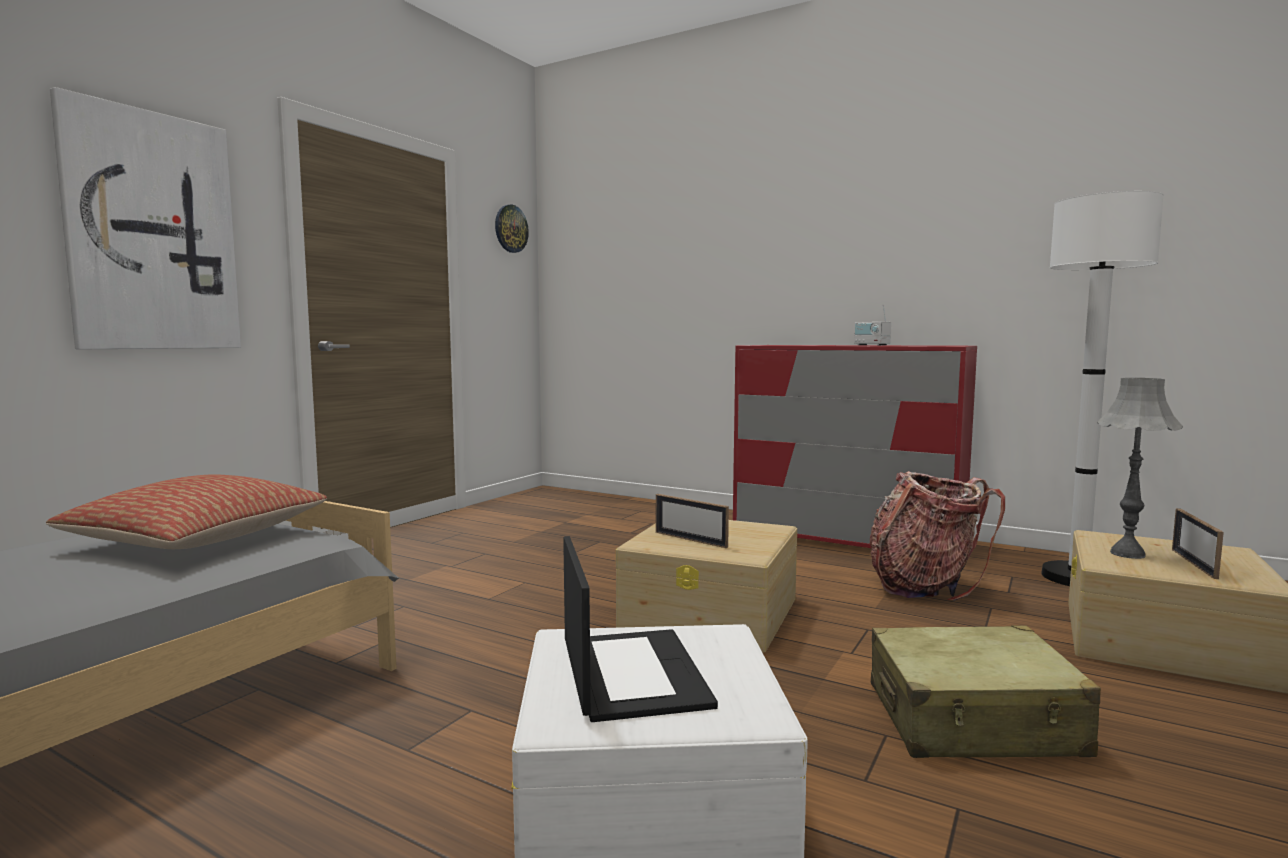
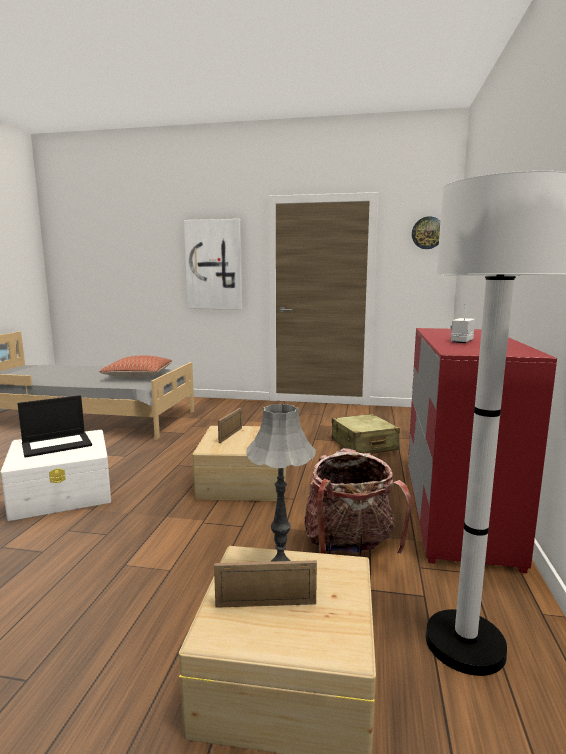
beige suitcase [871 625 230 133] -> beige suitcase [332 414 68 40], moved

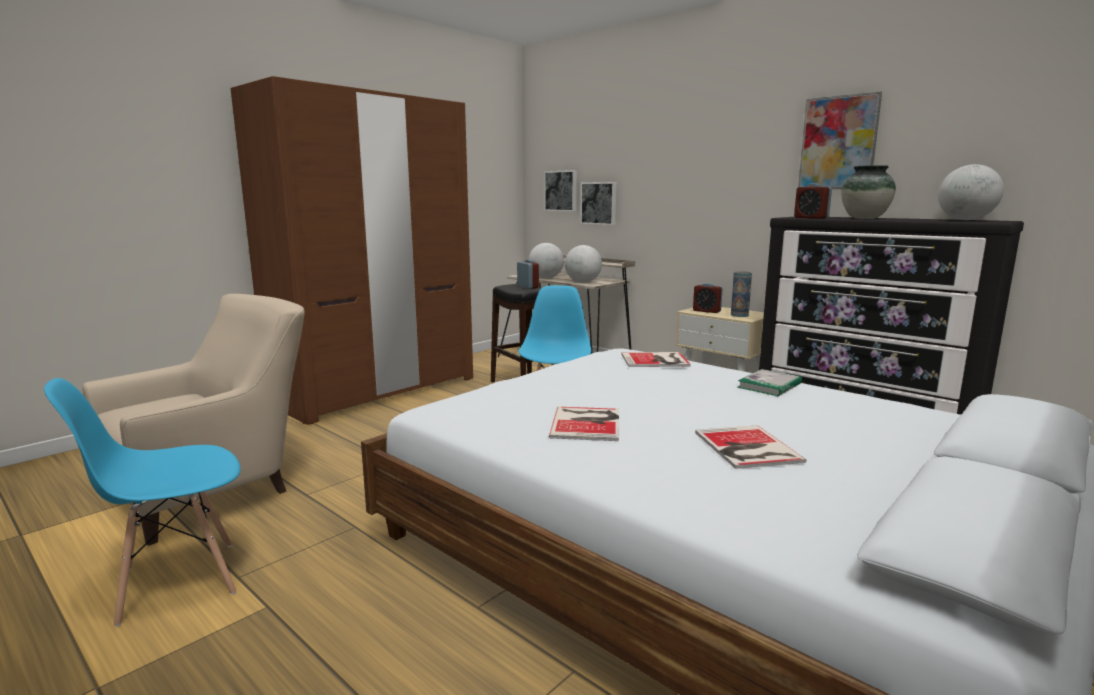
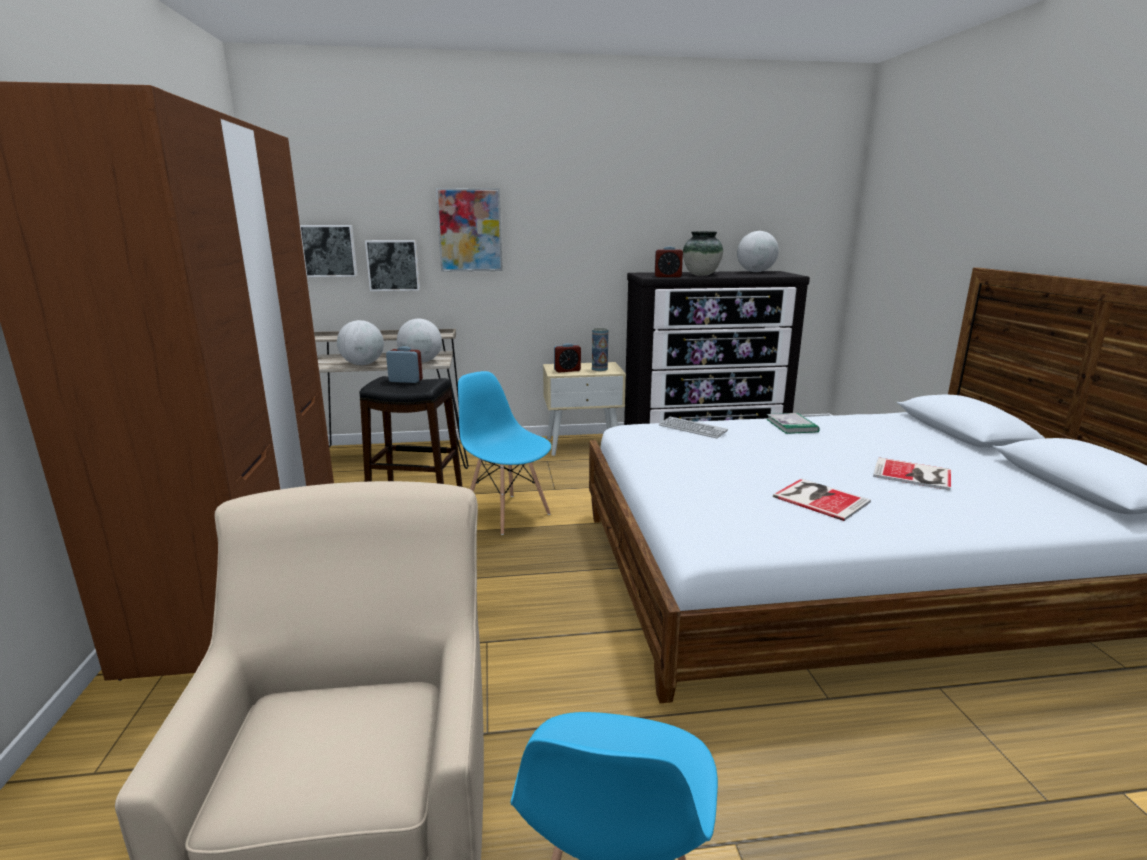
book [621 352 70 15] -> keyboard [659 417 69 21]
picture [798 92 84 97] -> picture [436 188 67 84], moved

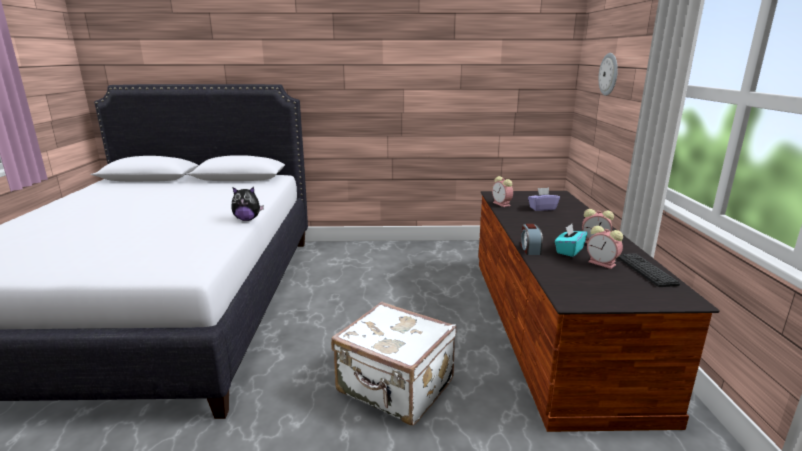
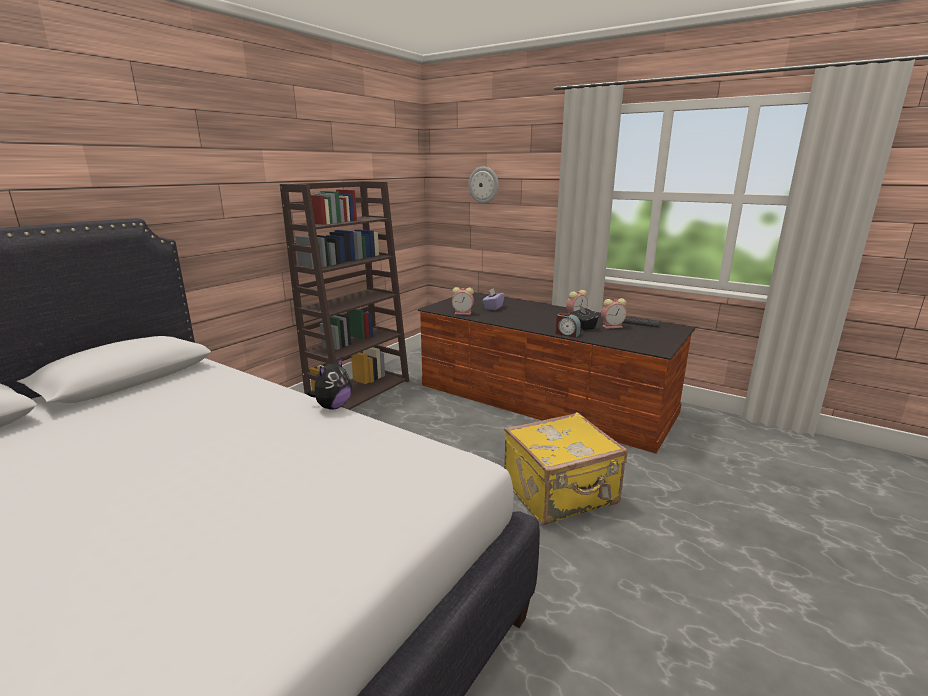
white suitcase [331 302 125 124] -> yellow suitcase [504 412 123 113]
turquoise tissue box [555 224 32 33] -> black tissue box [570 306 28 24]
none -> brown bookcase [280 181 129 229]

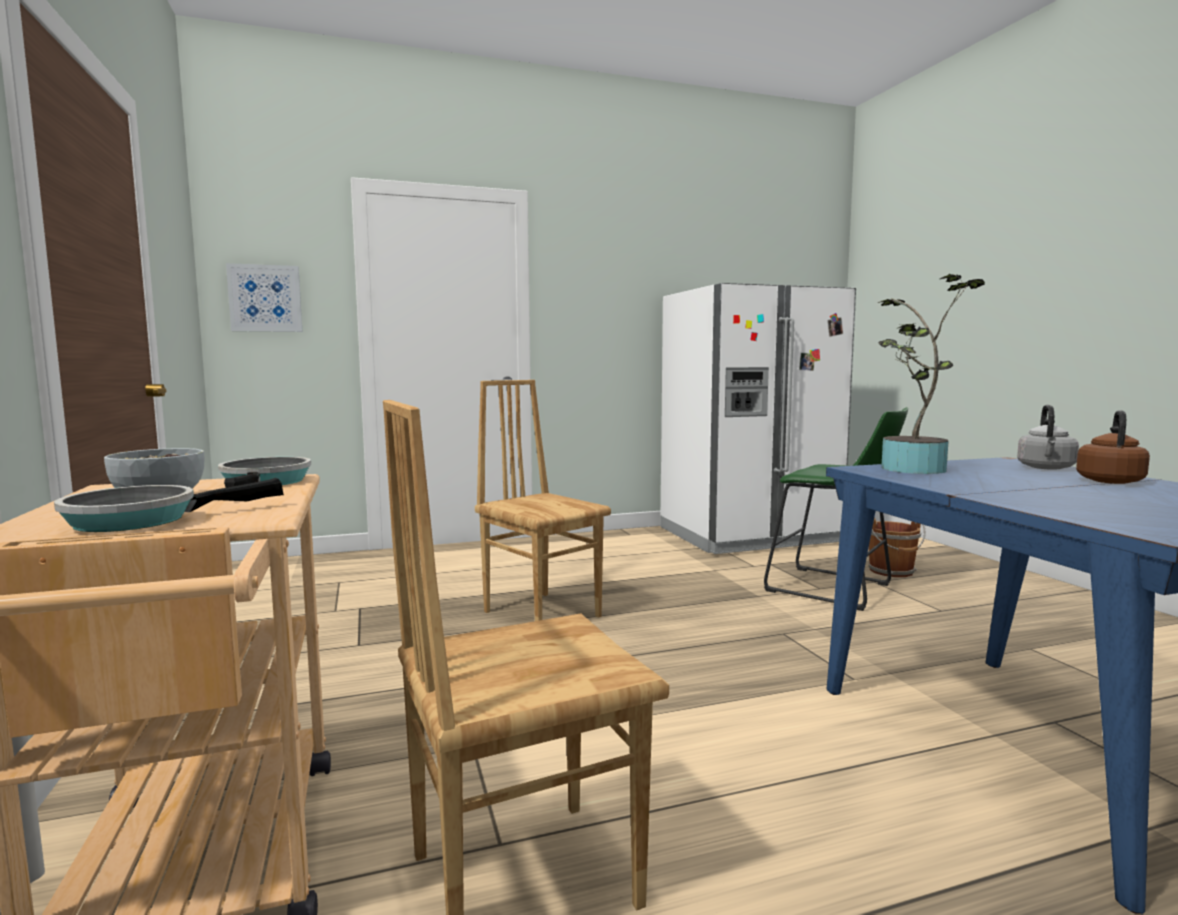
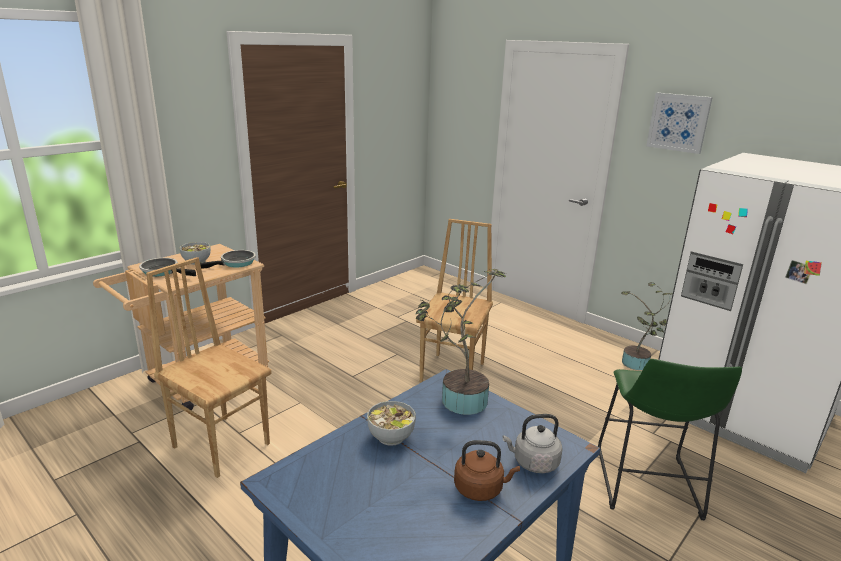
picture [226 263 76 69] -> picture [646 93 67 61], moved
brown bucket [869 518 57 59] -> none
none -> bowl [367 401 49 45]
none -> potted plant [621 282 52 88]

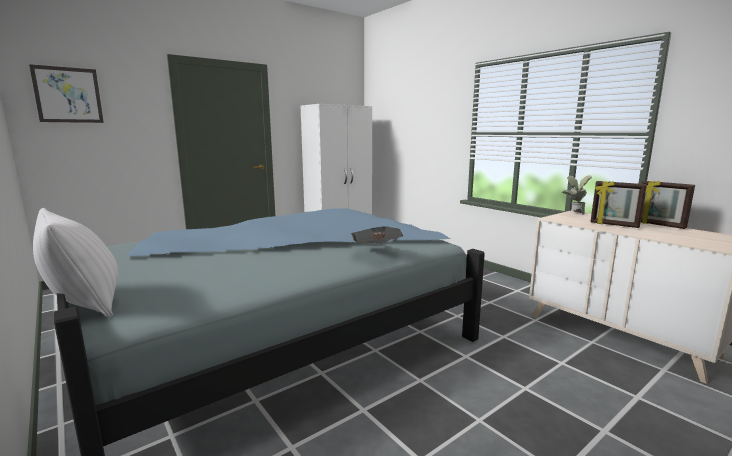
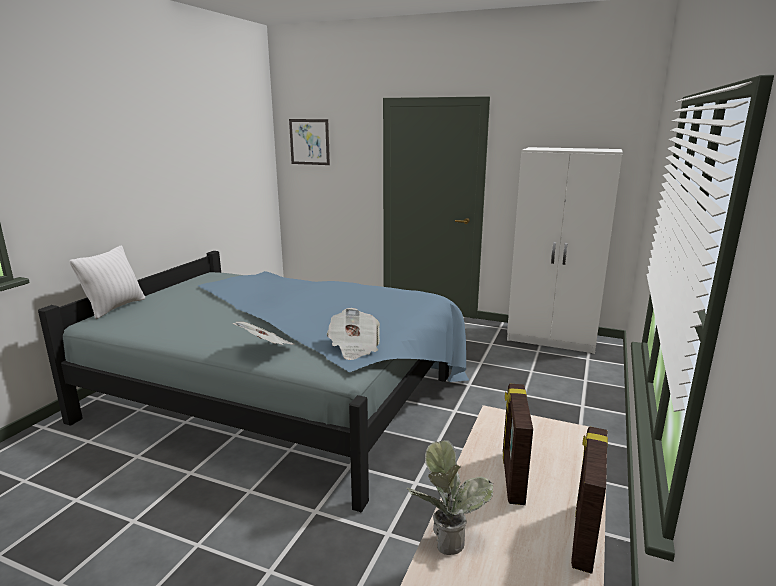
potted plant [562 175 30 40] -> potted plant [407 440 86 115], moved
none -> newspaper [327 308 53 52]

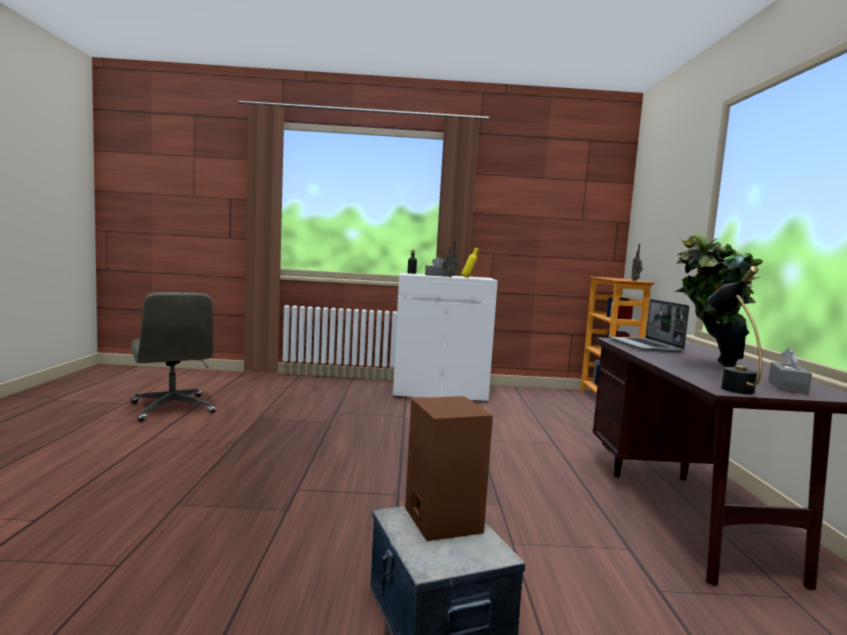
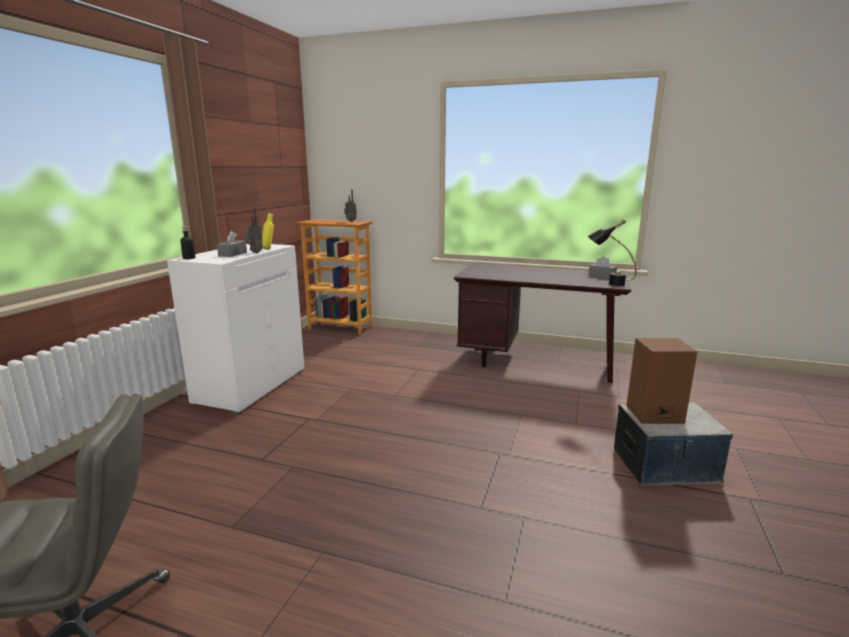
laptop [609 299 80 53] -> none
potted plant [675 234 88 133] -> none

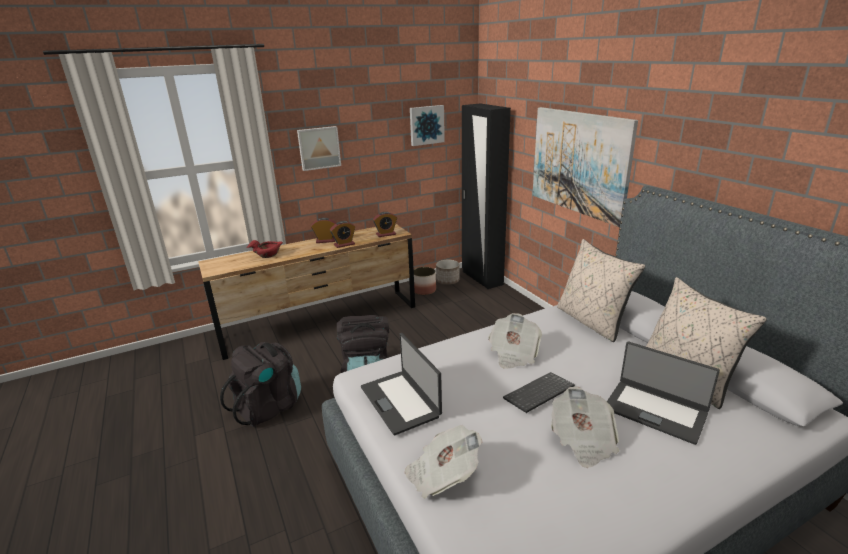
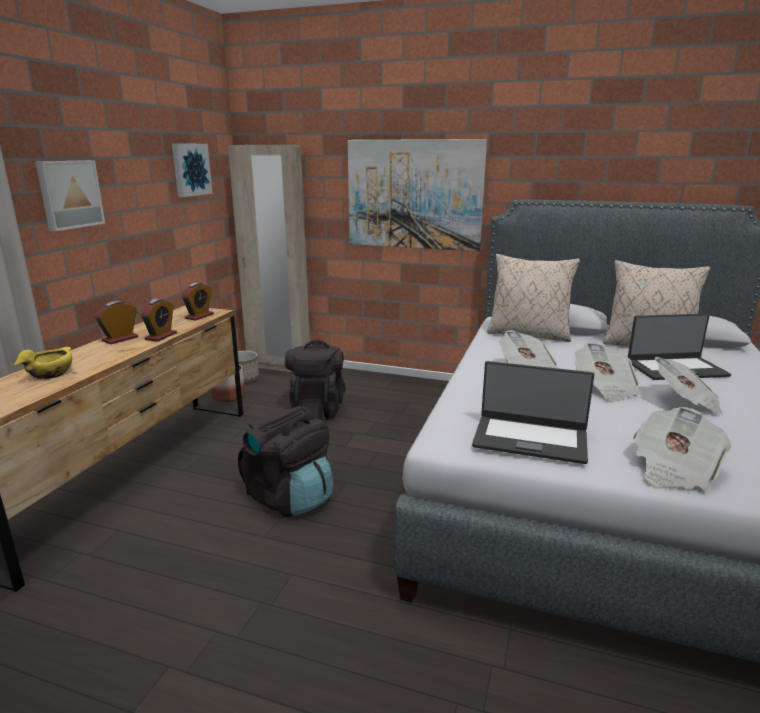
black backpack [220 342 81 85] -> black backpack [285 340 61 80], moved
red bowl [246 240 37 18] -> yellow bowl [13 347 59 32]
black wardrobe [462 103 49 186] -> beige wardrobe [228 145 82 227]
keyboard [503 372 72 41] -> newspaper [574 342 67 60]

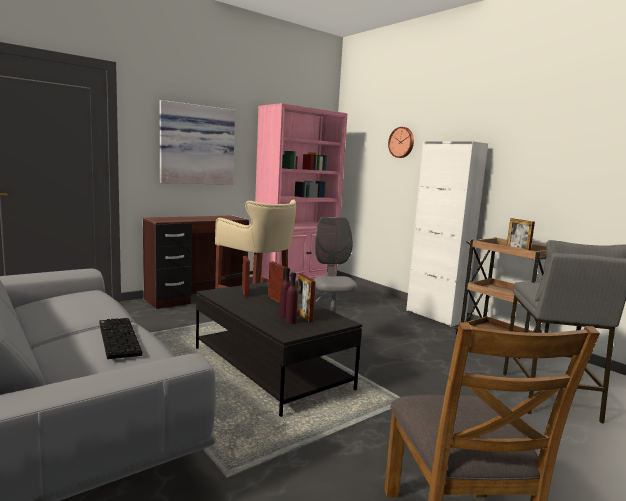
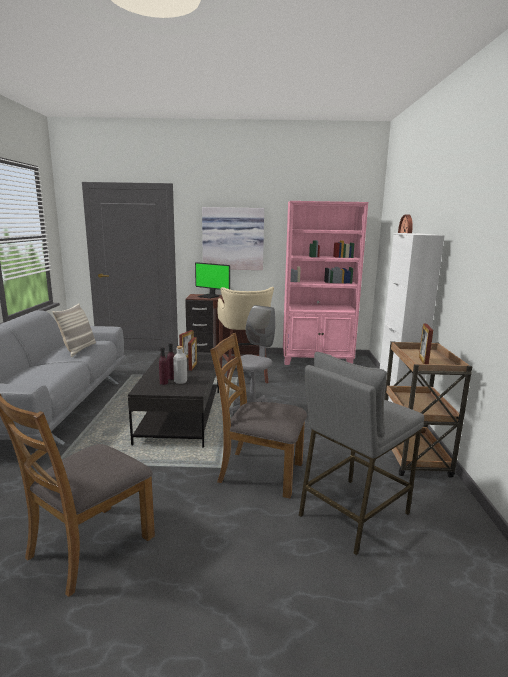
keyboard [99 318 43 41] -> none
picture frame [297 274 19 48] -> grey bottle [173 346 14 38]
none -> pillow [53 303 43 54]
none -> monitor [195 262 35 37]
none -> brown chair [210 333 97 165]

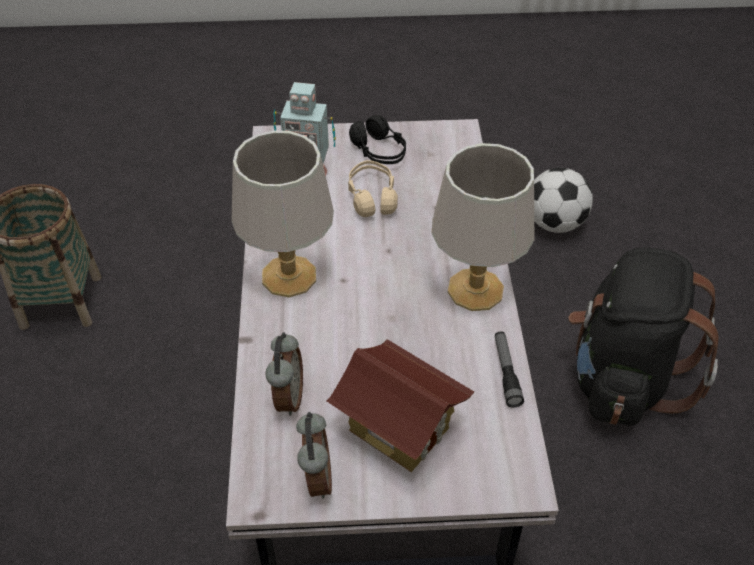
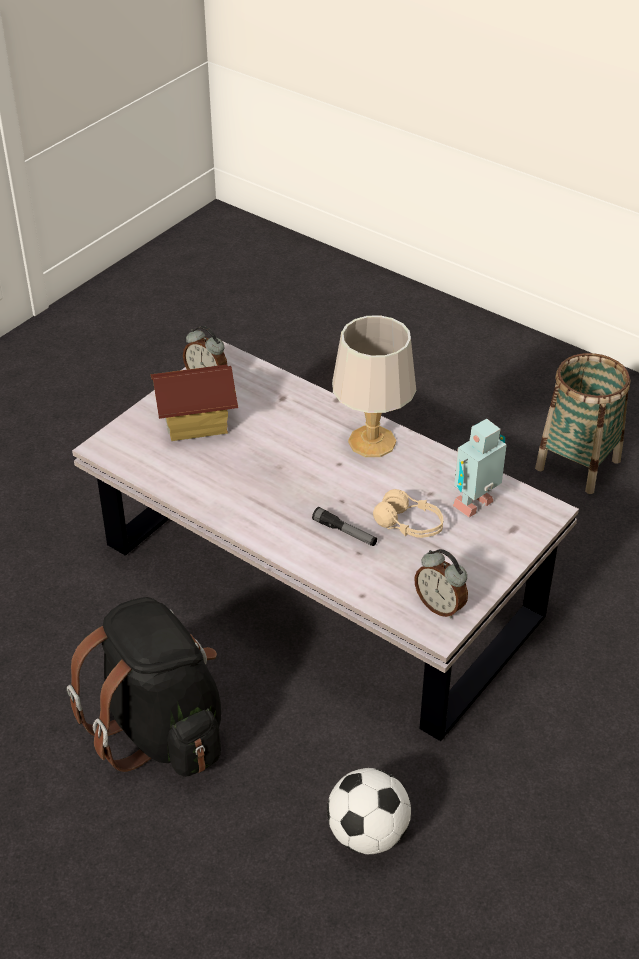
alarm clock [265 332 38 84] -> alarm clock [415 549 53 70], moved
black headphones [349 115 57 49] -> none
grey table lamp [432 143 102 168] -> none
flashlight [495 332 29 75] -> flashlight [312 507 65 39], moved

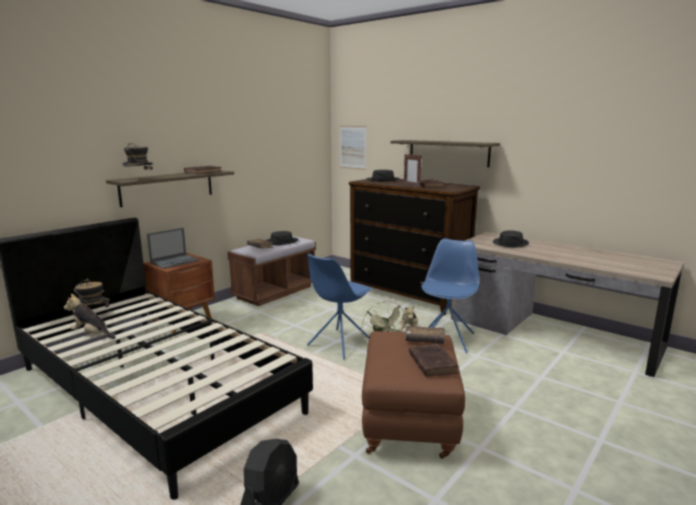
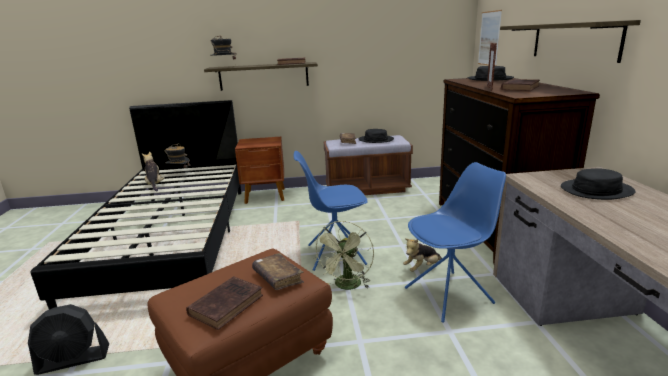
laptop [147 228 53 41] -> none

